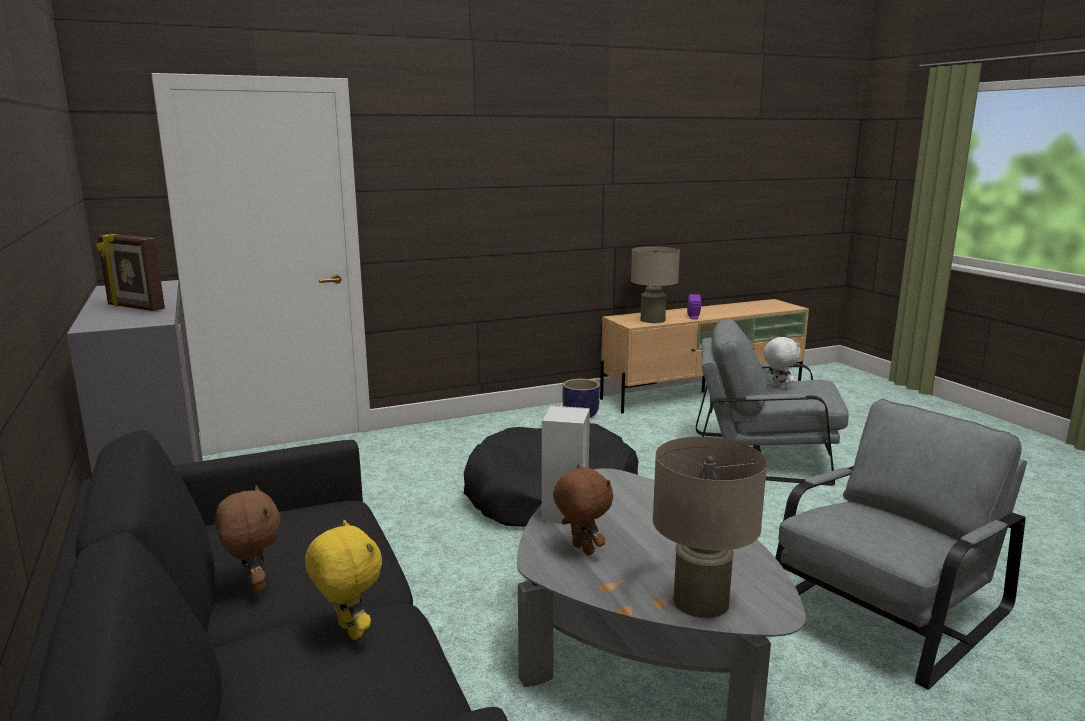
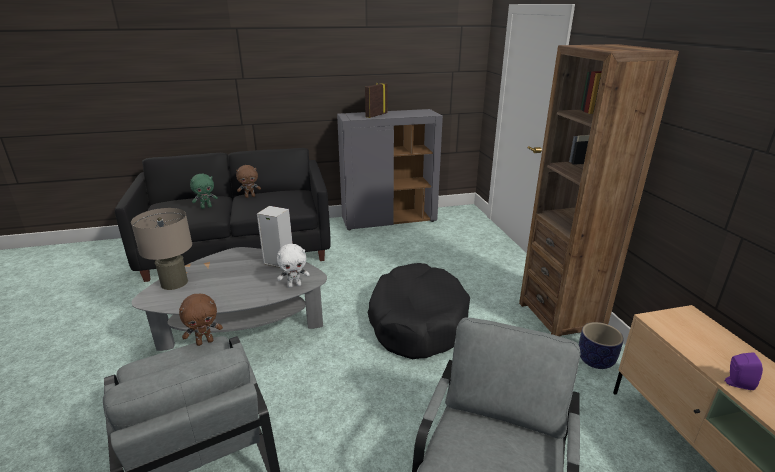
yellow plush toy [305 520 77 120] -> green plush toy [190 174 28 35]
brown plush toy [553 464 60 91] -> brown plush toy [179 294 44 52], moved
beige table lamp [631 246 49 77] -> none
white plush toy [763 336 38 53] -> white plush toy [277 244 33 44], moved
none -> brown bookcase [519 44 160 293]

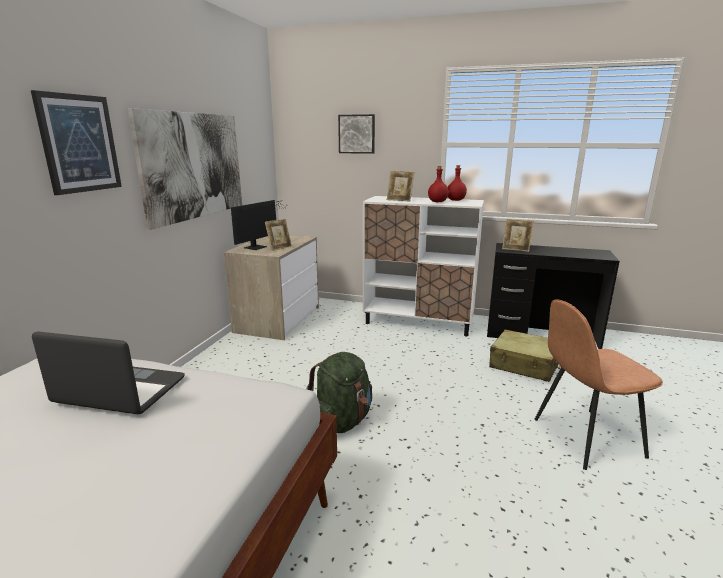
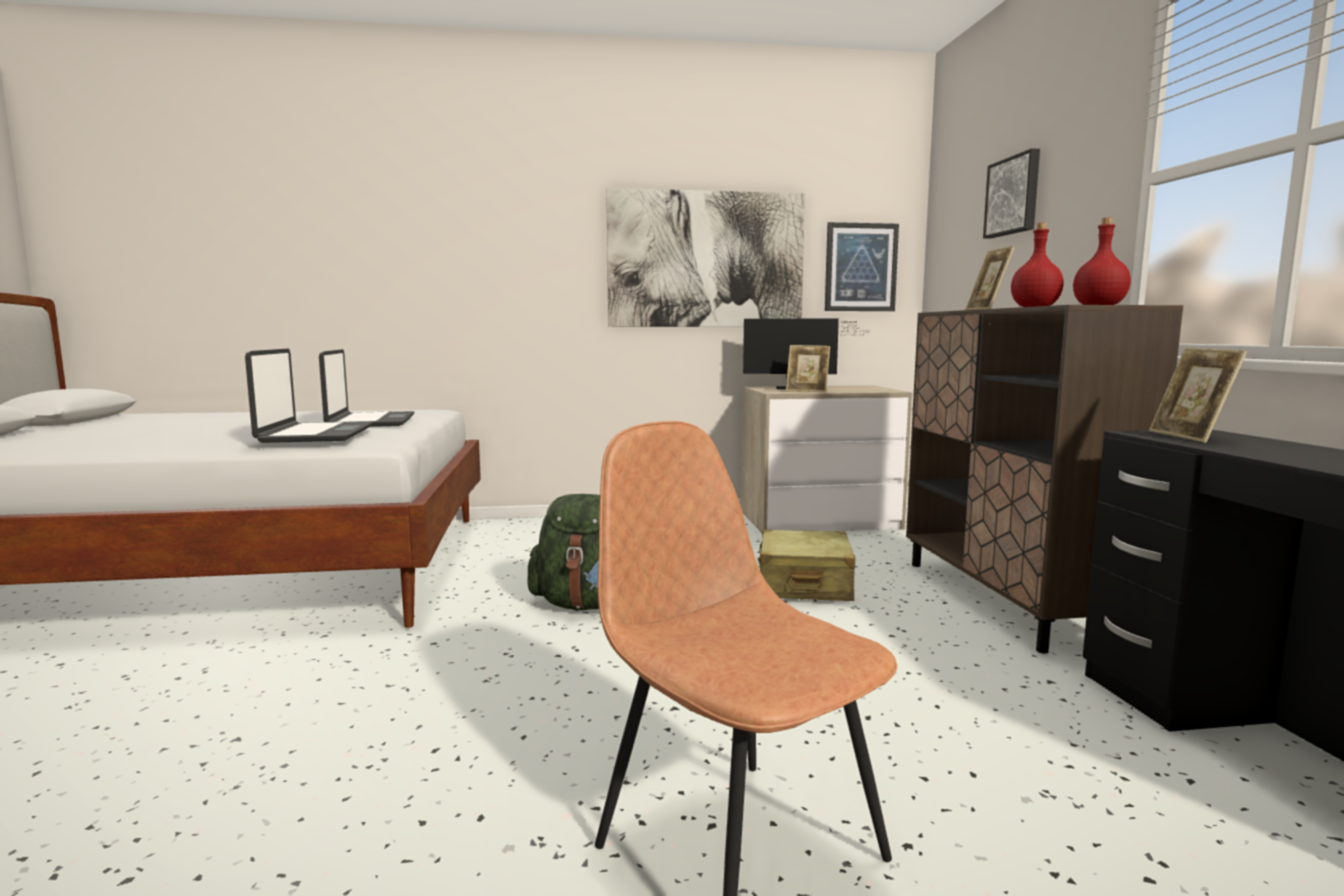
picture [31 90 91 105] -> picture [825 222 74 89], moved
white cabinet [363 196 121 140] -> brown cabinet [906 305 277 349]
beige suitcase [489 330 71 52] -> beige suitcase [758 529 98 72], moved
none -> laptop [245 348 128 95]

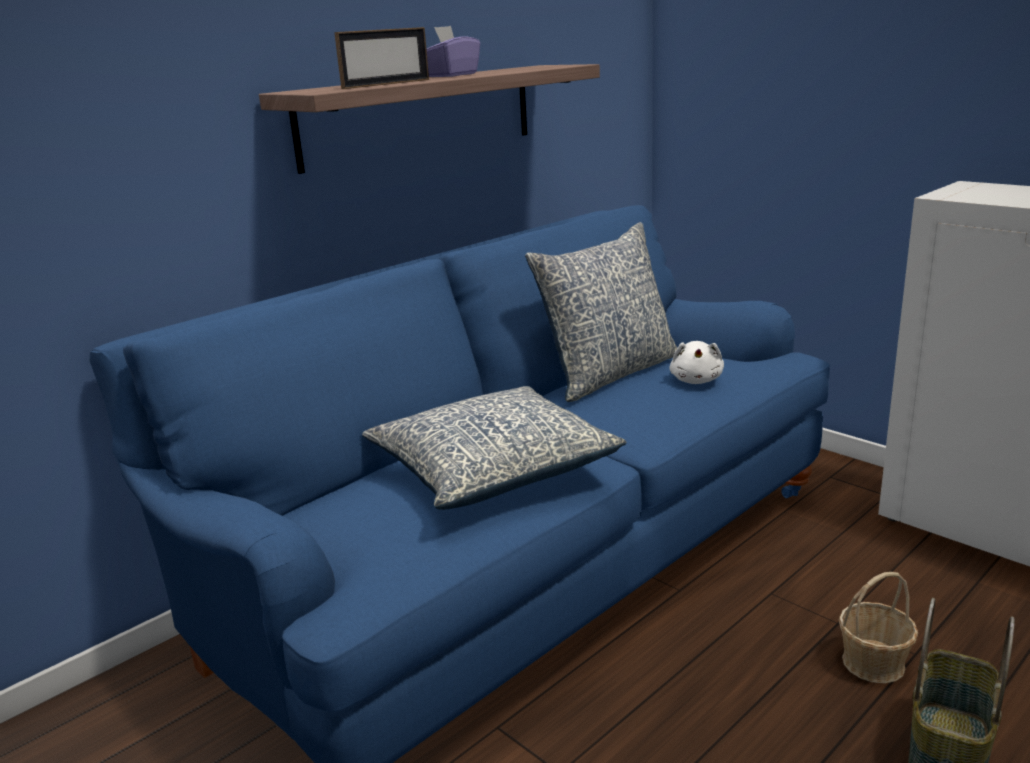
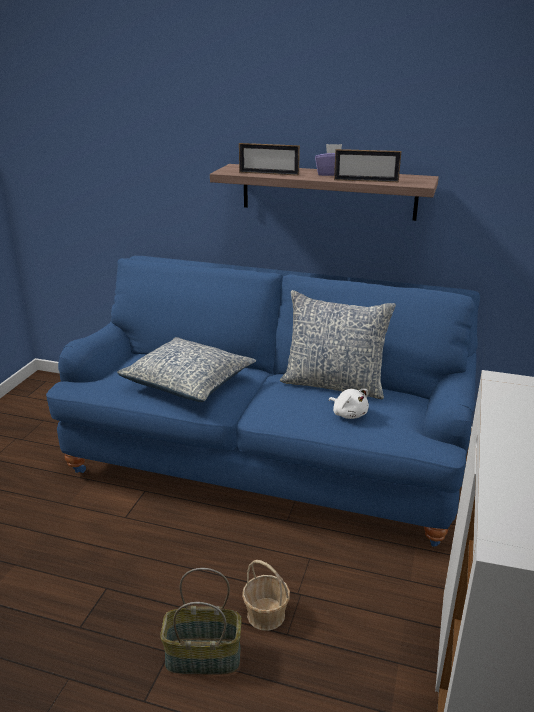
white plush toy [670 341 54 43] -> white plush toy [329 389 40 30], 105 degrees counterclockwise
none -> picture frame [334 149 67 33]

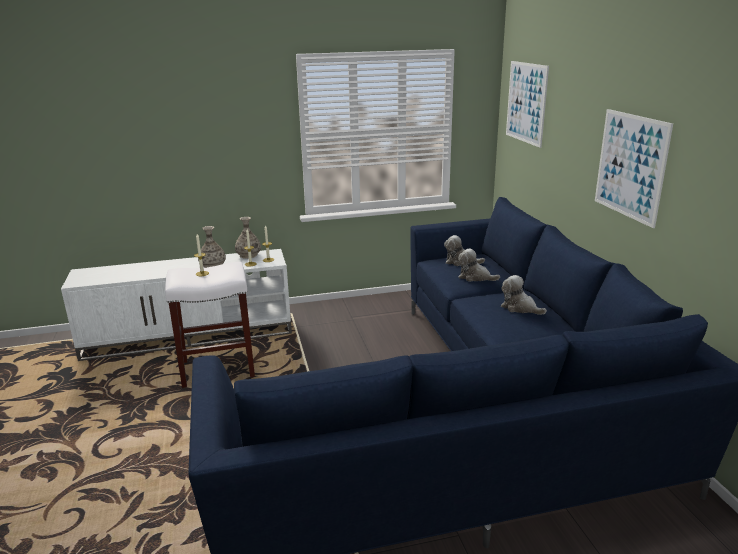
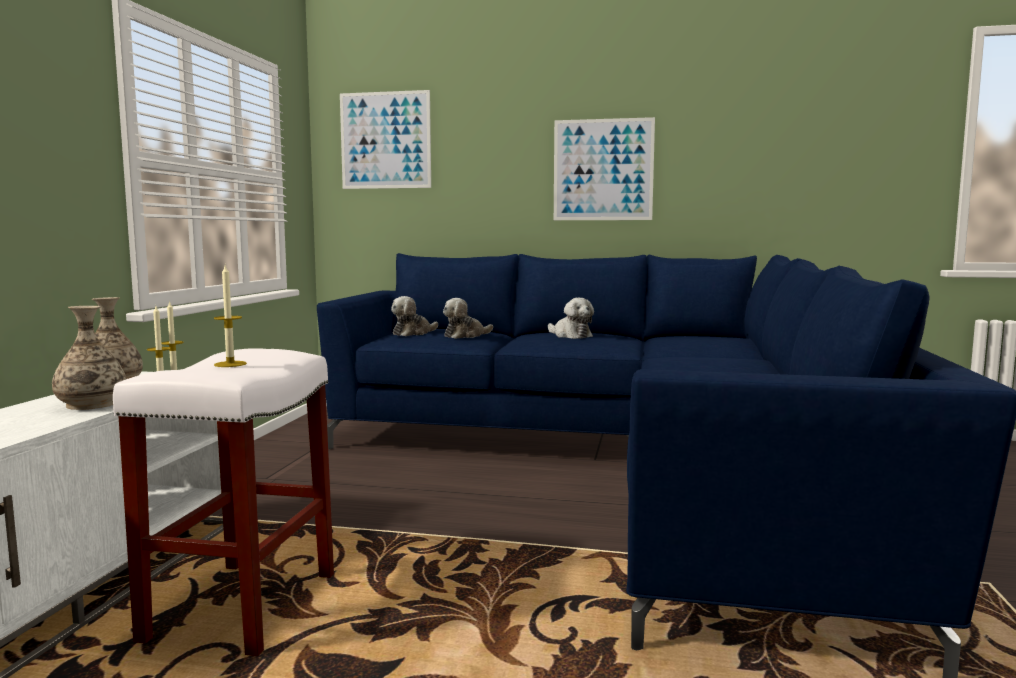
plush toy [501 275 46 40] -> plush toy [548 298 46 41], 105 degrees counterclockwise

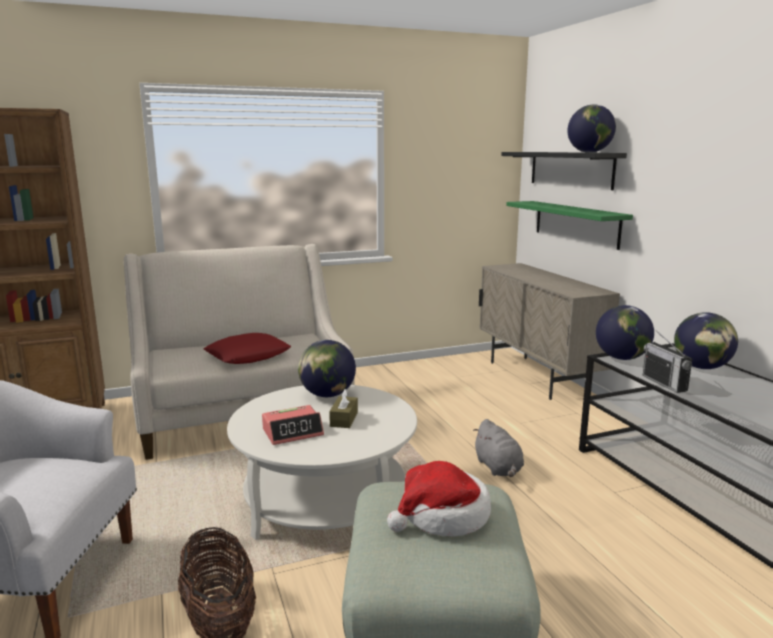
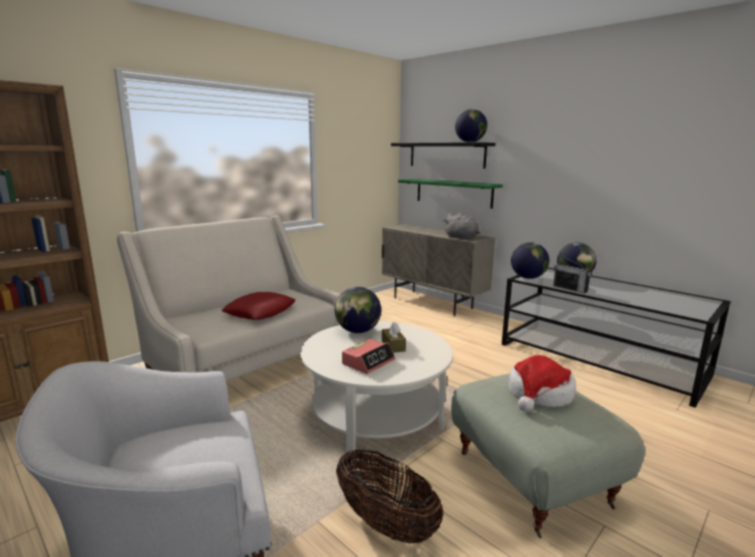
grey plush toy [473 419 51 58] -> grey plush toy [443 213 37 27], moved

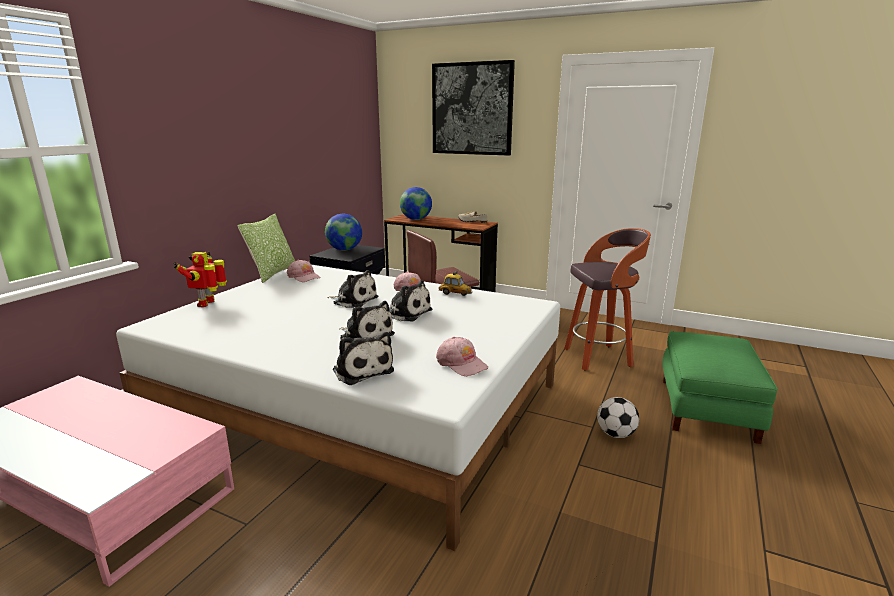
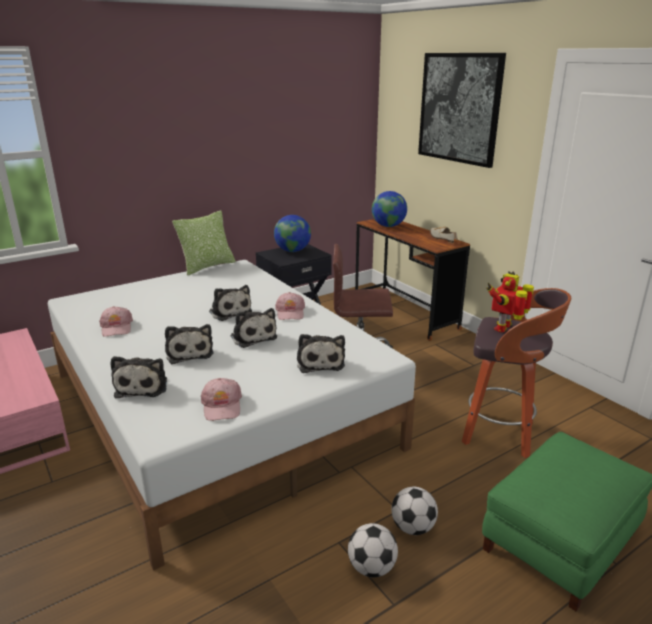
toy robot [174 252 53 55] -> toy robot [486 271 48 62], moved
pink cap [287 260 34 22] -> pink cap [99 306 34 31], moved
toy car [438 271 34 25] -> none
none -> plush toy [297 334 48 39]
none -> football [348 523 50 54]

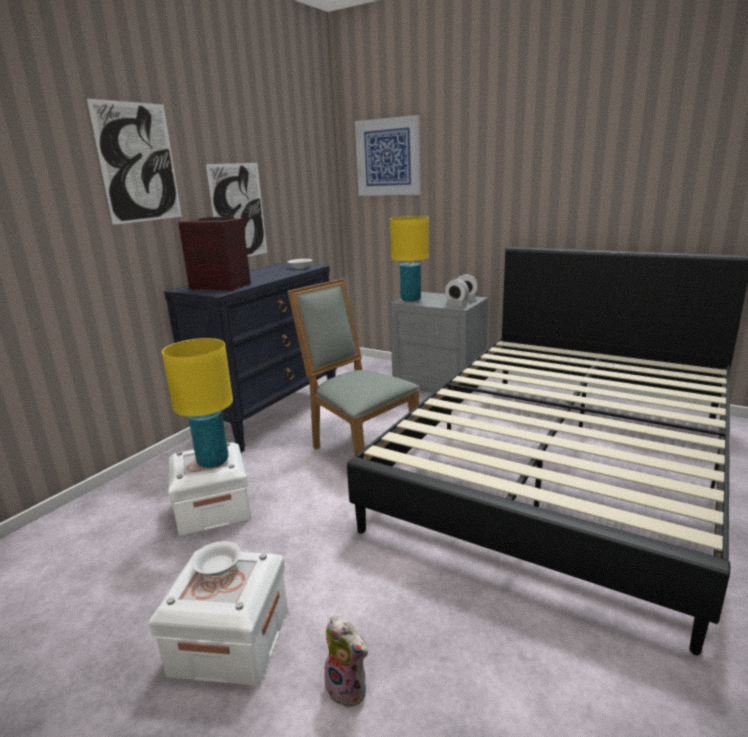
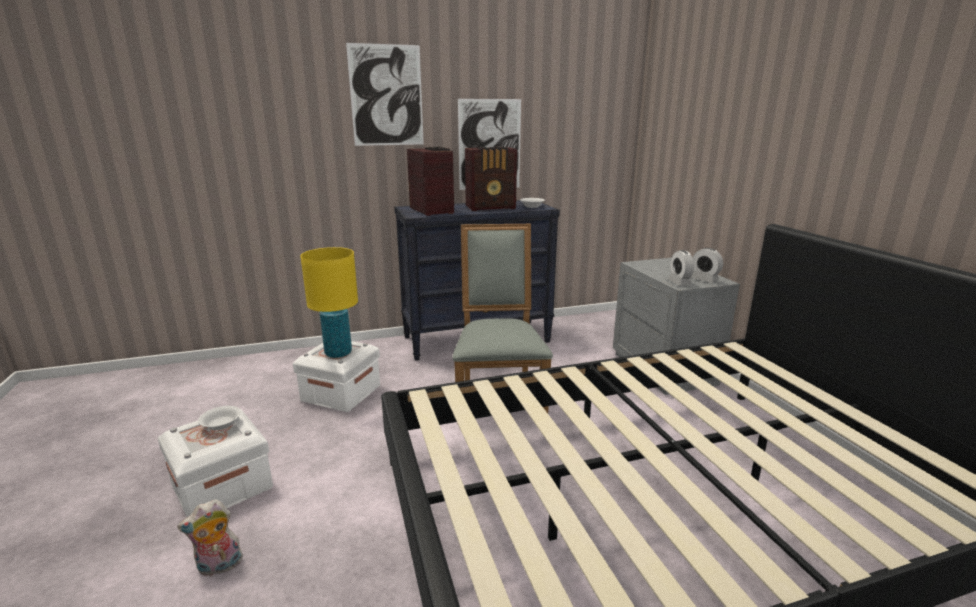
plush toy [324 615 44 93] -> plush toy [177 499 66 78], 75 degrees clockwise
picture [355 115 66 81] -> none
yellow table lamp [390 216 39 85] -> none
none -> radio [465 147 52 64]

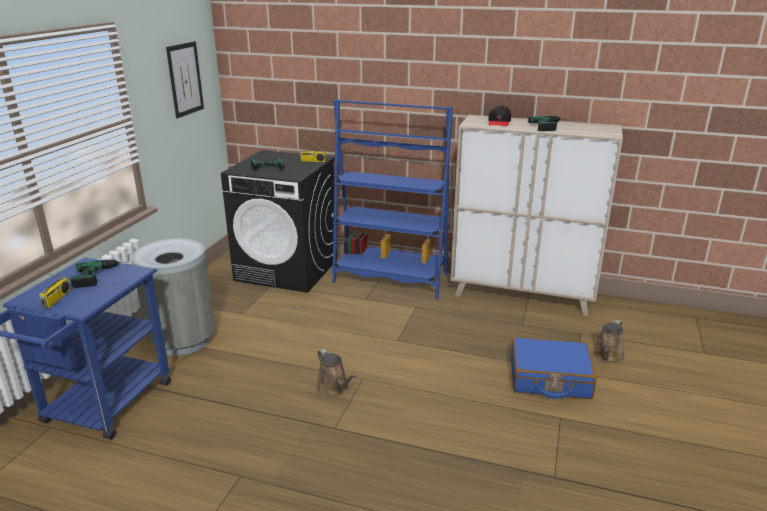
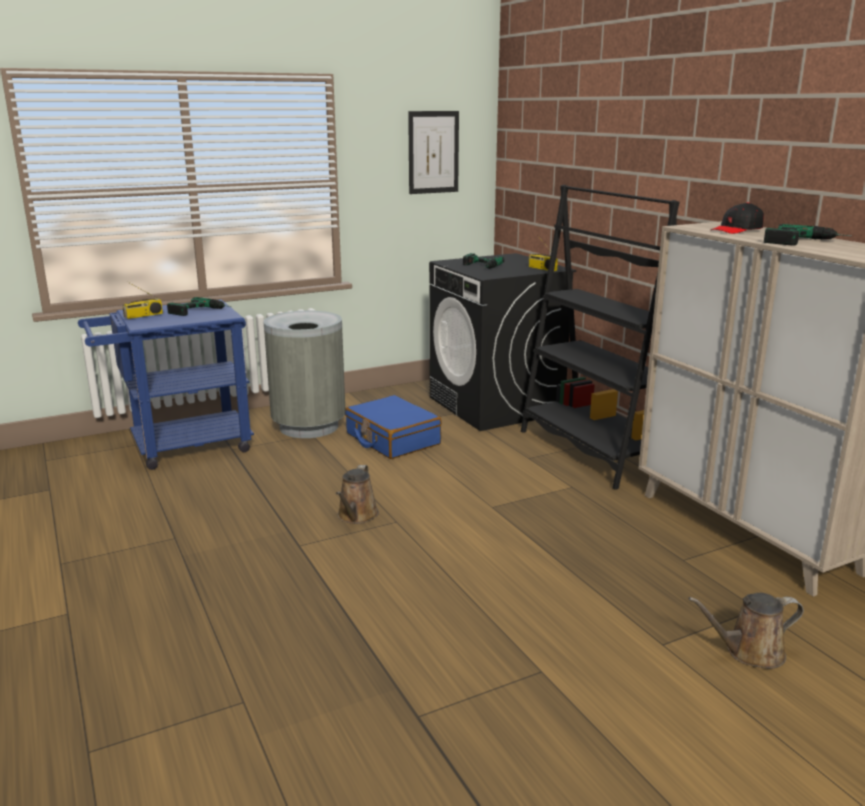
blue bookcase [332 99 121 200] -> black bookcase [521 185 159 305]
blue suitcase [511 338 86 61] -> blue suitcase [345 395 97 64], moved

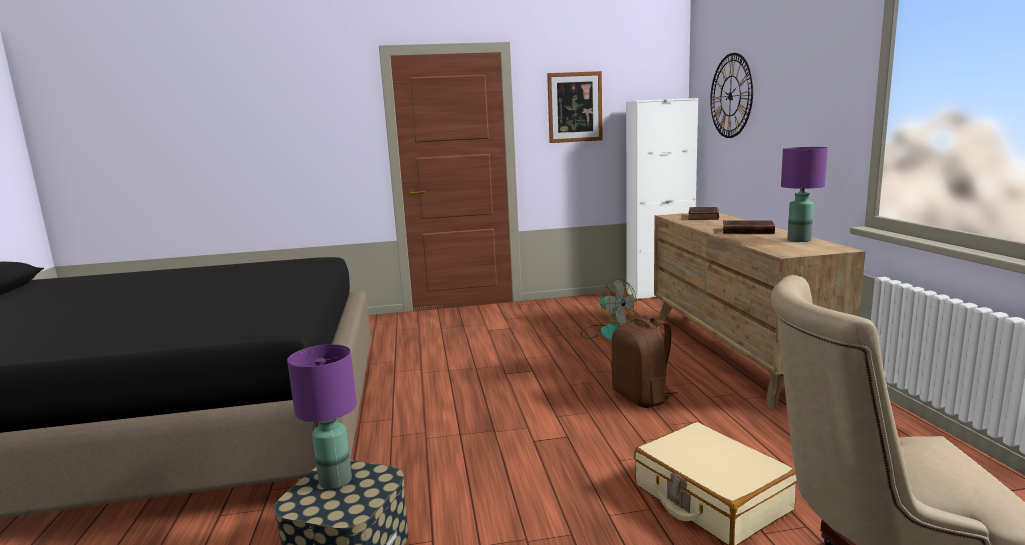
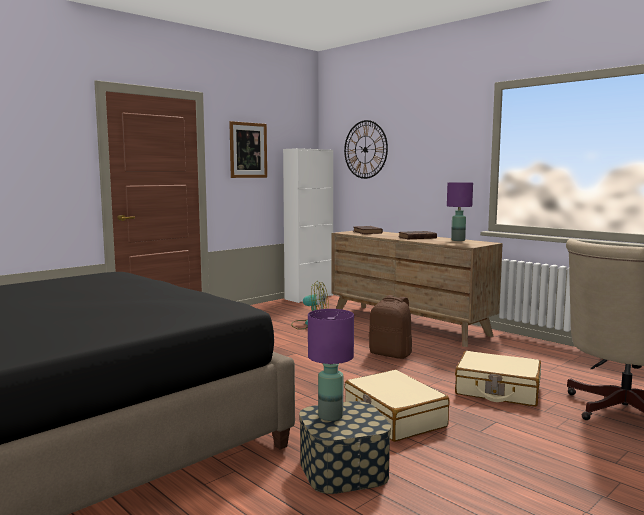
none -> beige suitcase [345 370 105 72]

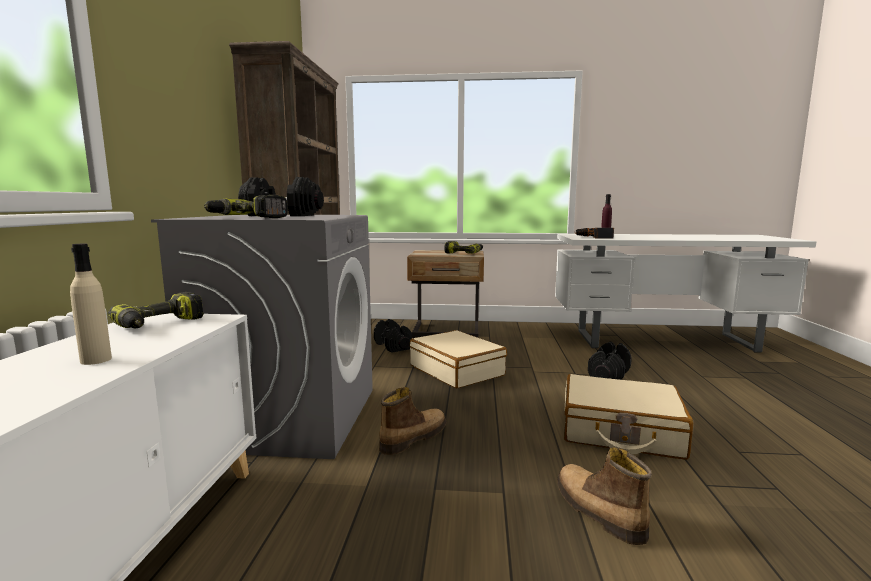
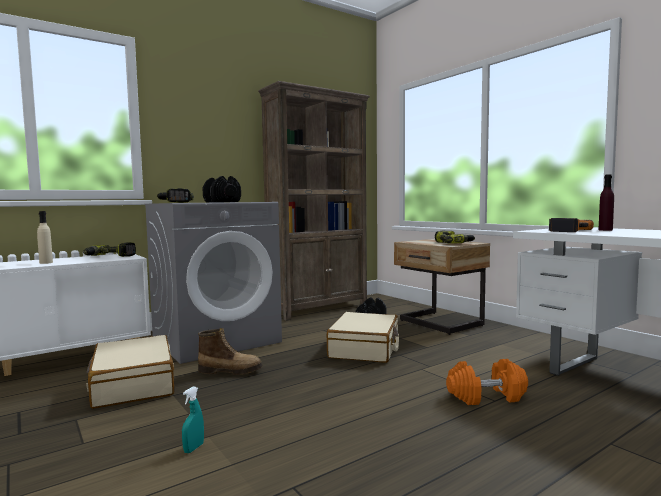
boot [557 447 95 98] -> turquoise spray bottle [182 386 22 67]
beige suitcase [564 374 129 86] -> beige suitcase [86 335 88 74], moved
black dumbbell [588 342 44 38] -> orange dumbbell [446 359 82 46]

